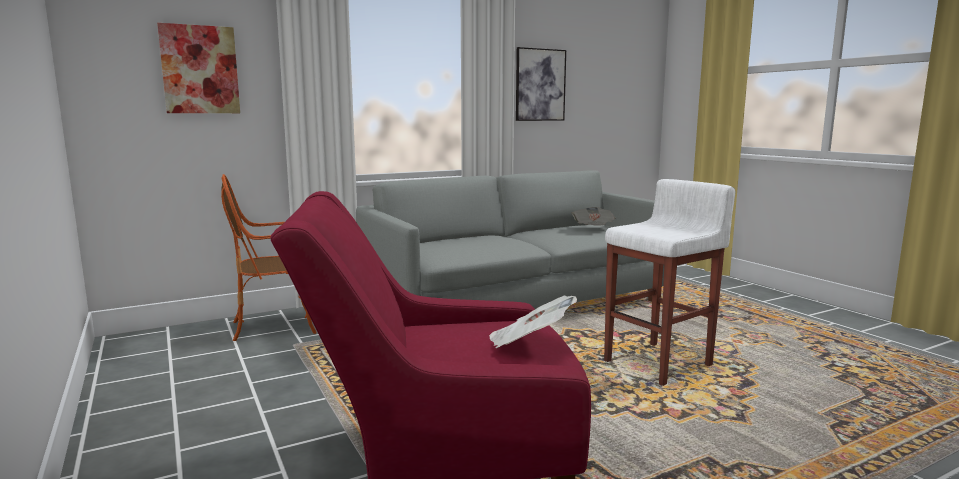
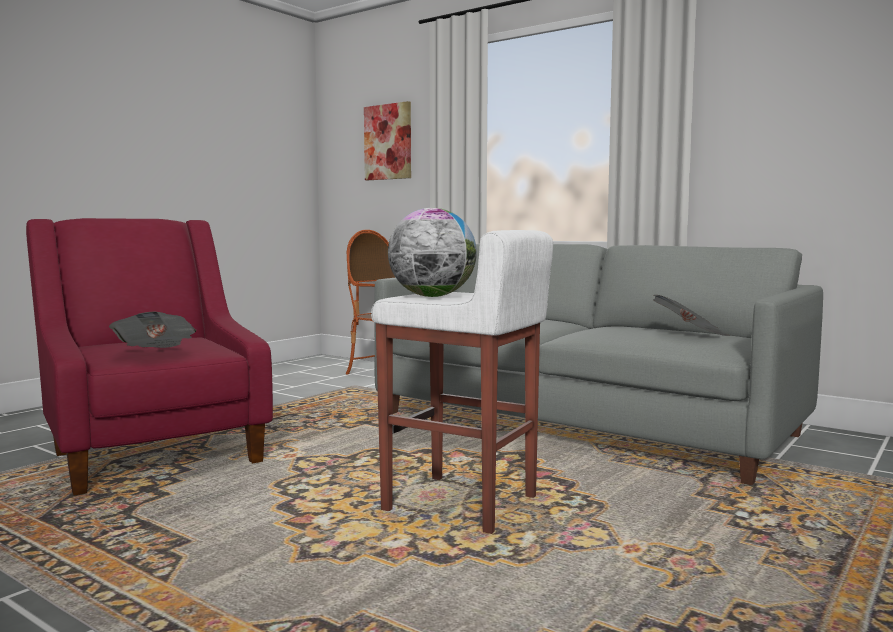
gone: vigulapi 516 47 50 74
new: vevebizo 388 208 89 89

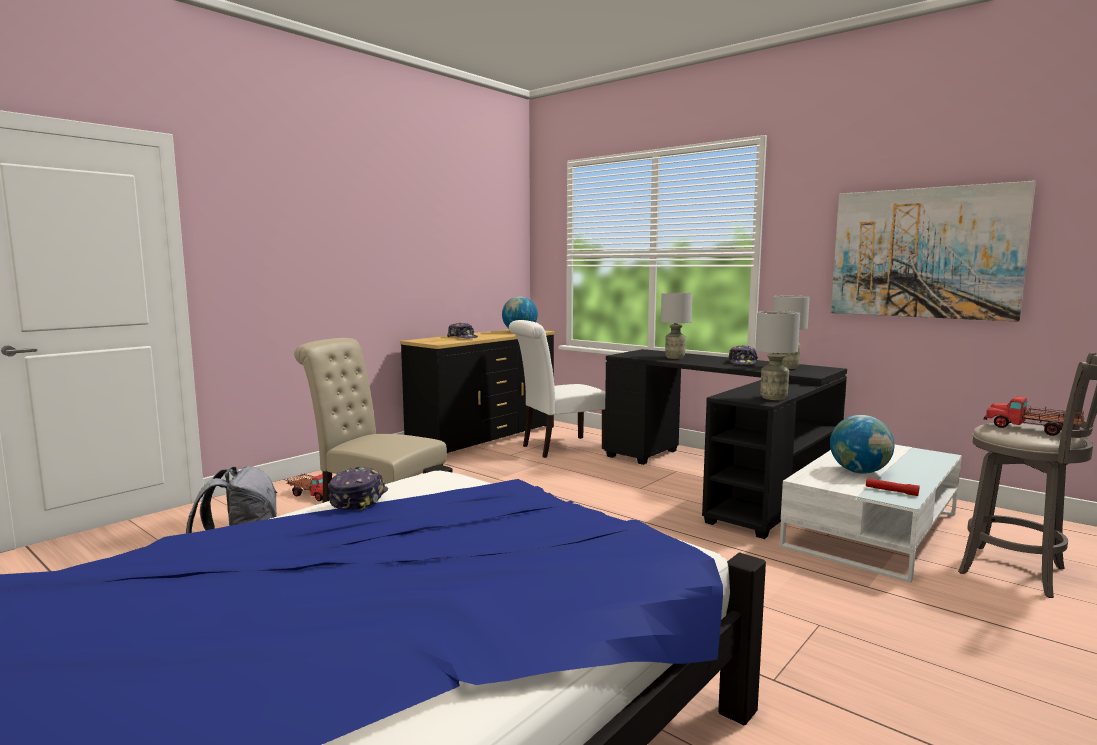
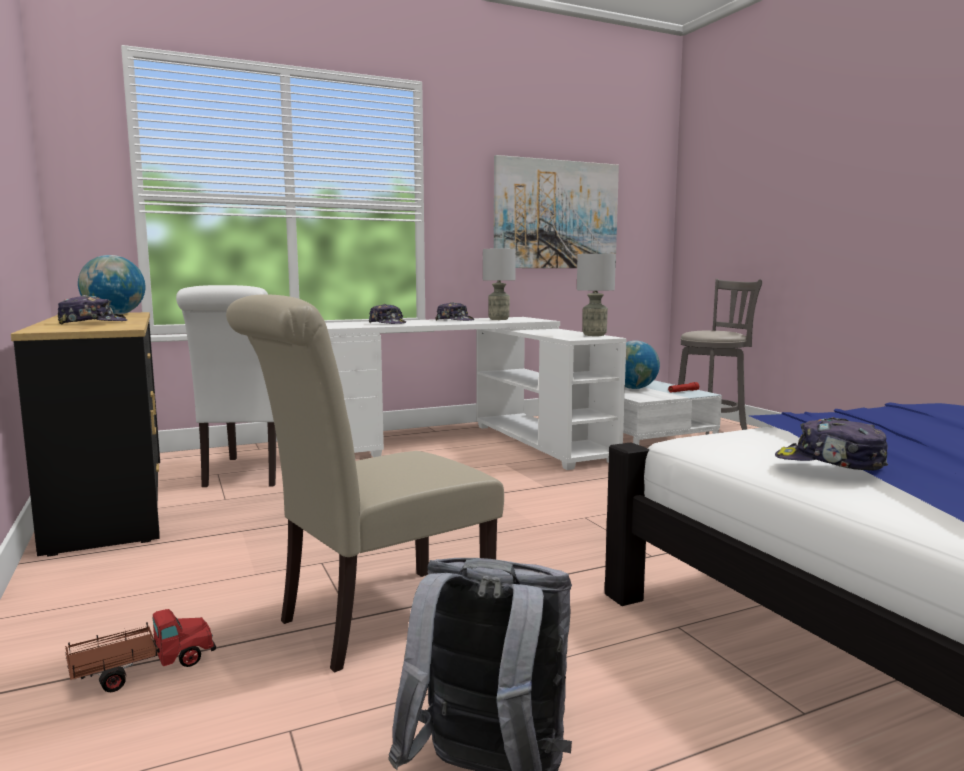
gone: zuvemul 984 396 101 40
swapped: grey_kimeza 661 293 31 66 to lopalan 369 304 37 20
repainted: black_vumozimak 605 349 242 190 to white_vumozimak 326 317 301 153

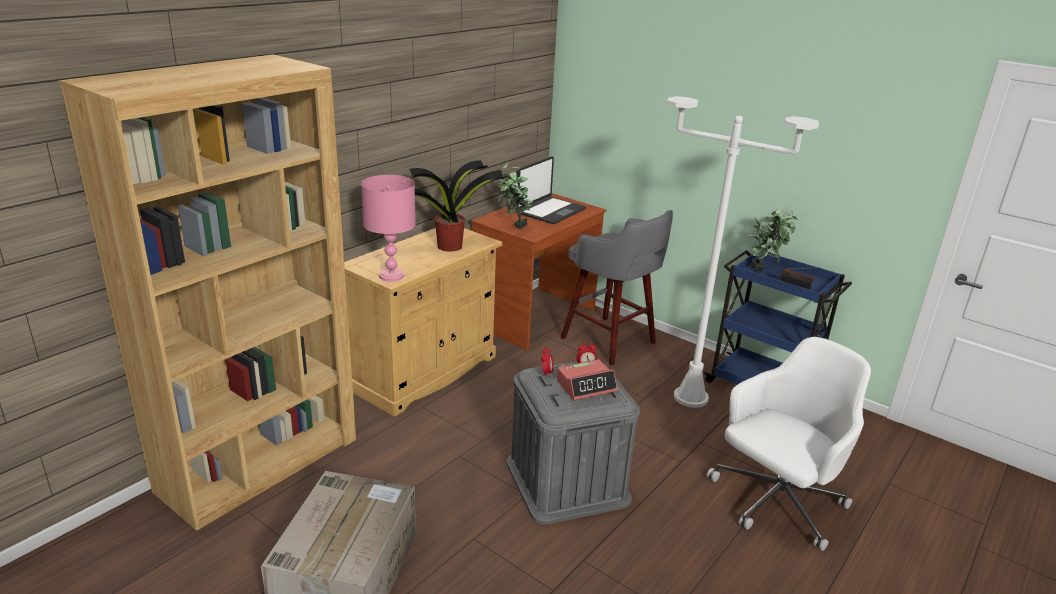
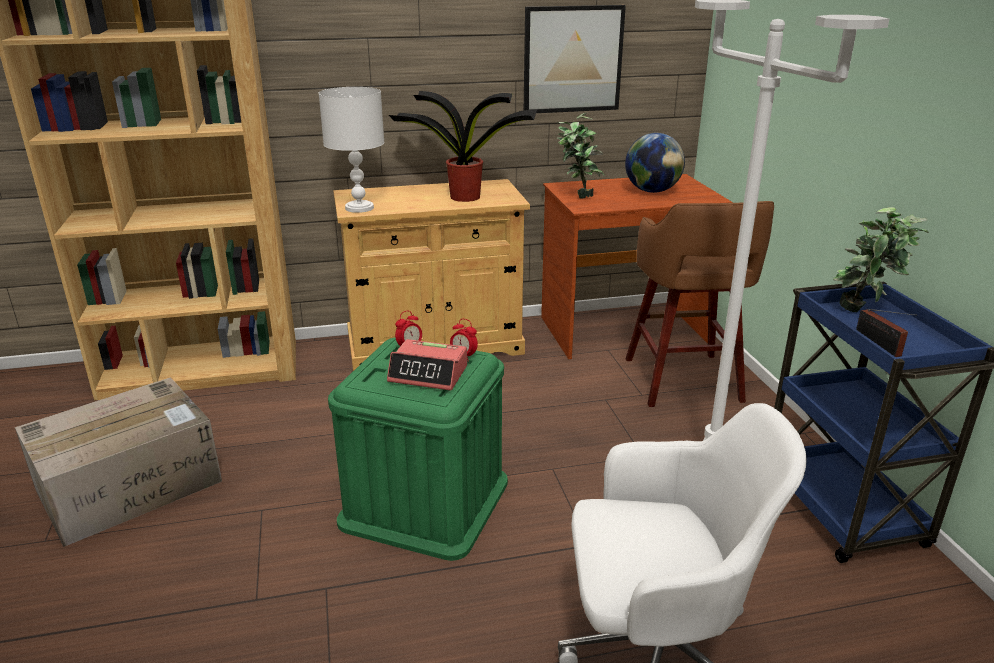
new: vigulapi 524 5 102 108
swapped: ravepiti 517 156 69 68 to vevebizo 625 133 60 60
repainted: pink_kimeza 361 175 55 107 to white_kimeza 319 87 66 126; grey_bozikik 507 362 133 163 to green_bozikik 328 338 180 223; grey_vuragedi 561 210 112 156 to brown_vuragedi 626 201 148 206

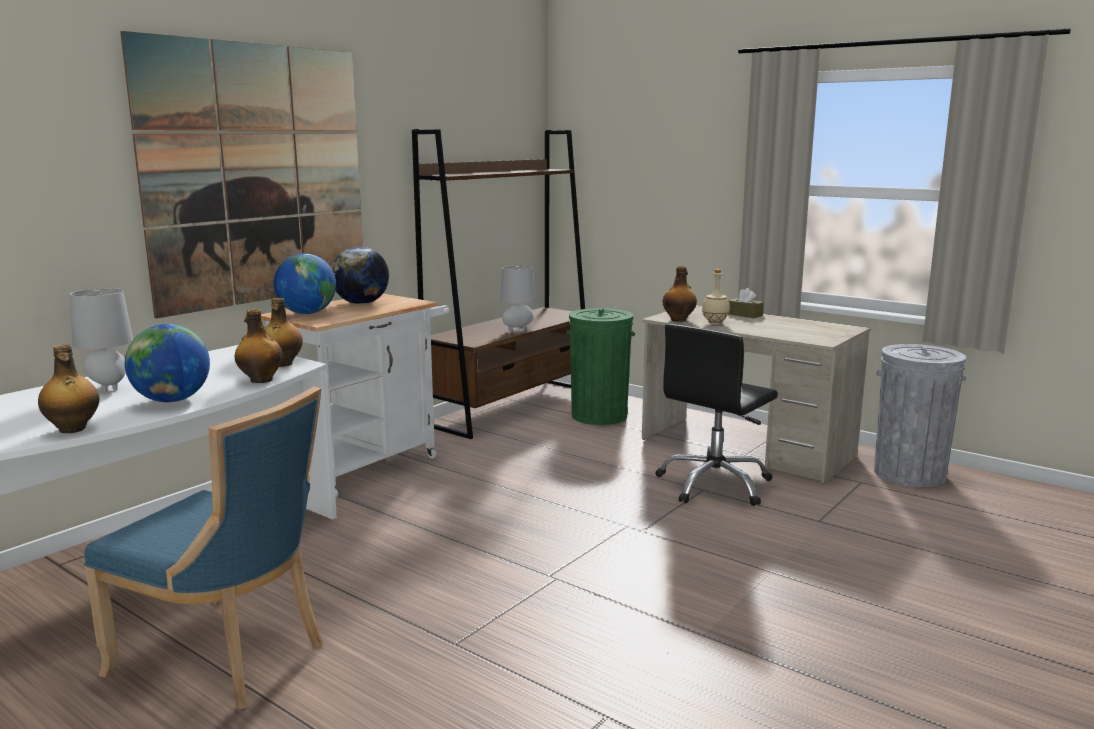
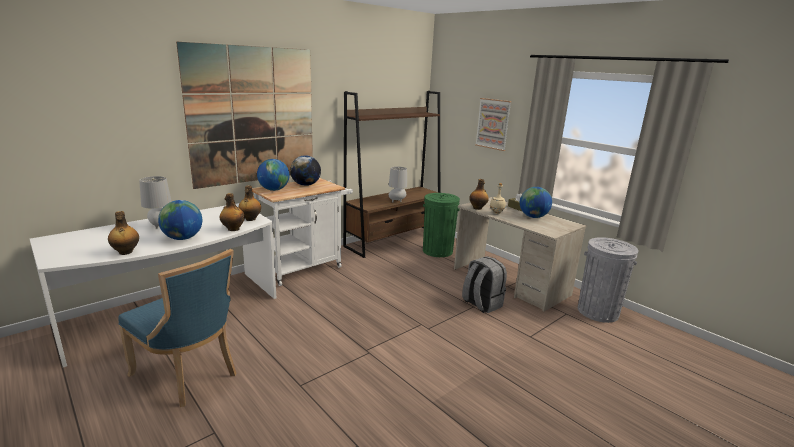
new: vigulapi 475 98 37 53; vevebizo 520 187 32 31
swapped: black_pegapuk 655 324 123 182 to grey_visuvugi 462 256 45 57

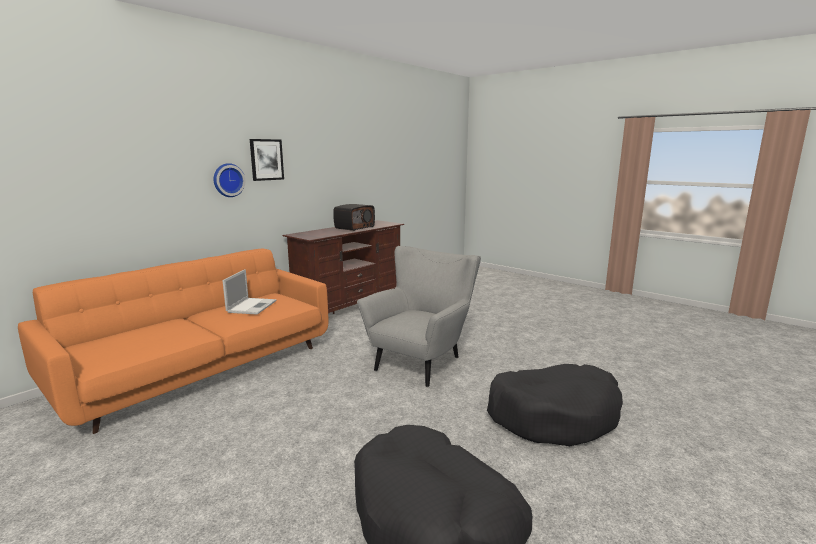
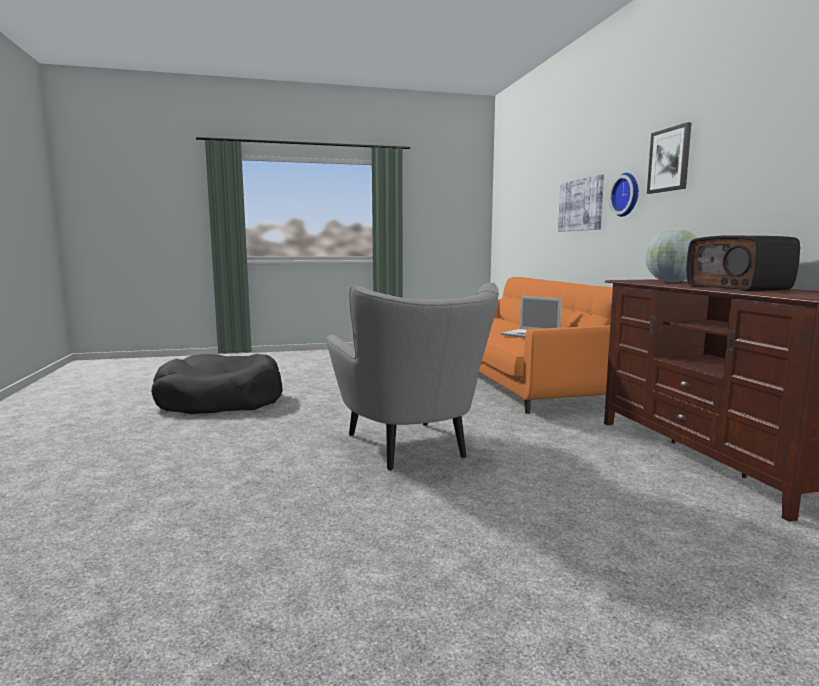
gone: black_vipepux 487 364 136 82
new: vigulapi 558 174 46 58; vevebizo 645 229 53 53

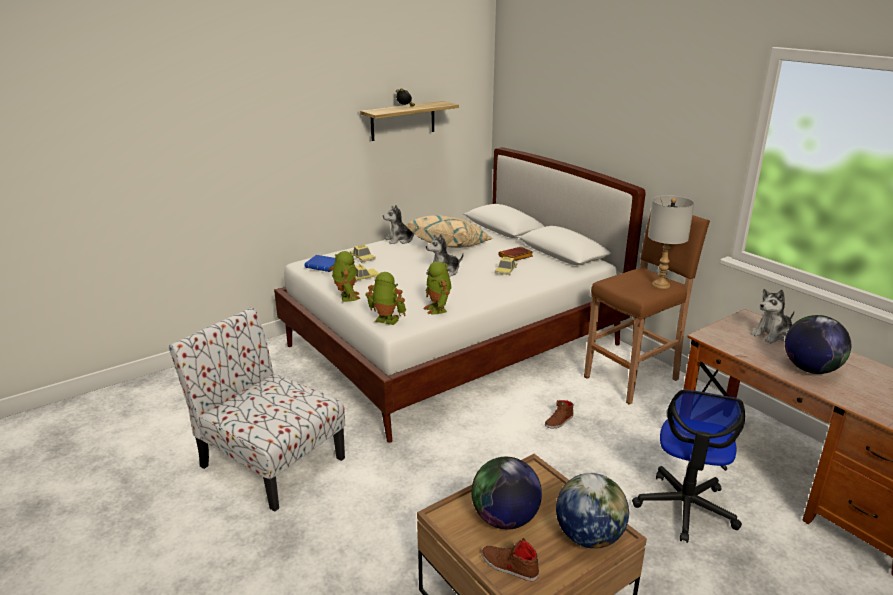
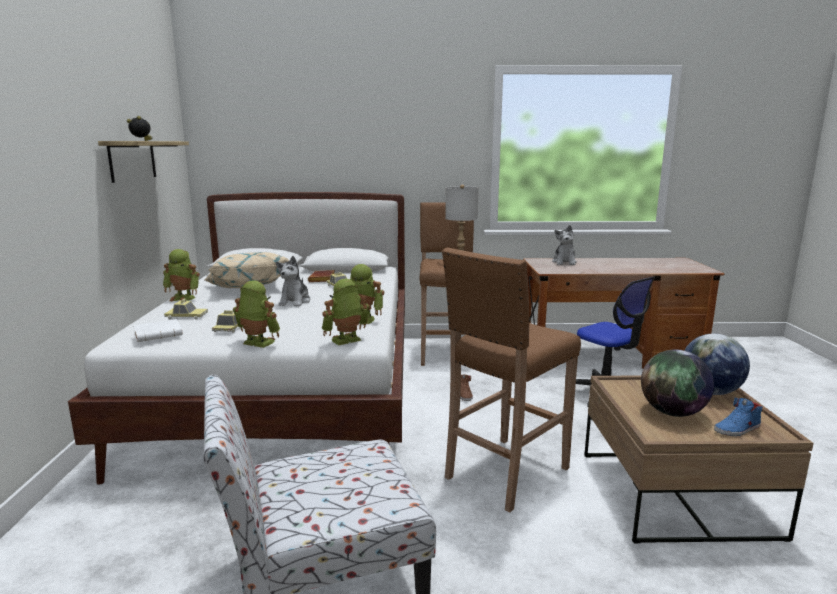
gone: vevebizo 785 315 66 59
new: brown_vuragedi 442 248 139 264
swapped: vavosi 383 205 31 39 to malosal 163 249 37 53
repainted: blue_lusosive 305 255 30 17 to white_lusosive 133 319 50 23; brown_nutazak 482 538 57 43 to blue_nutazak 714 397 48 39

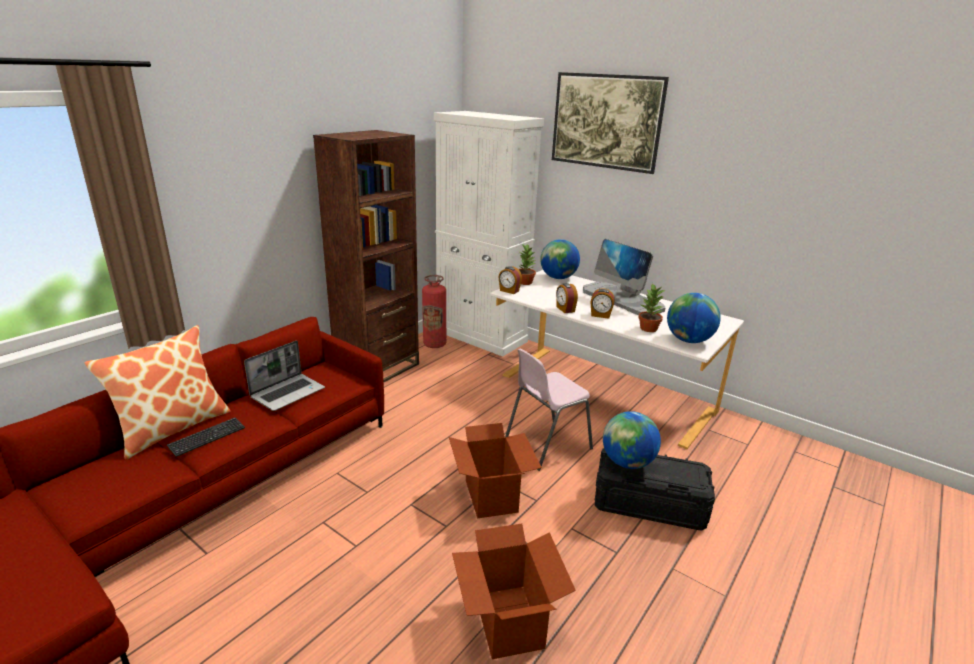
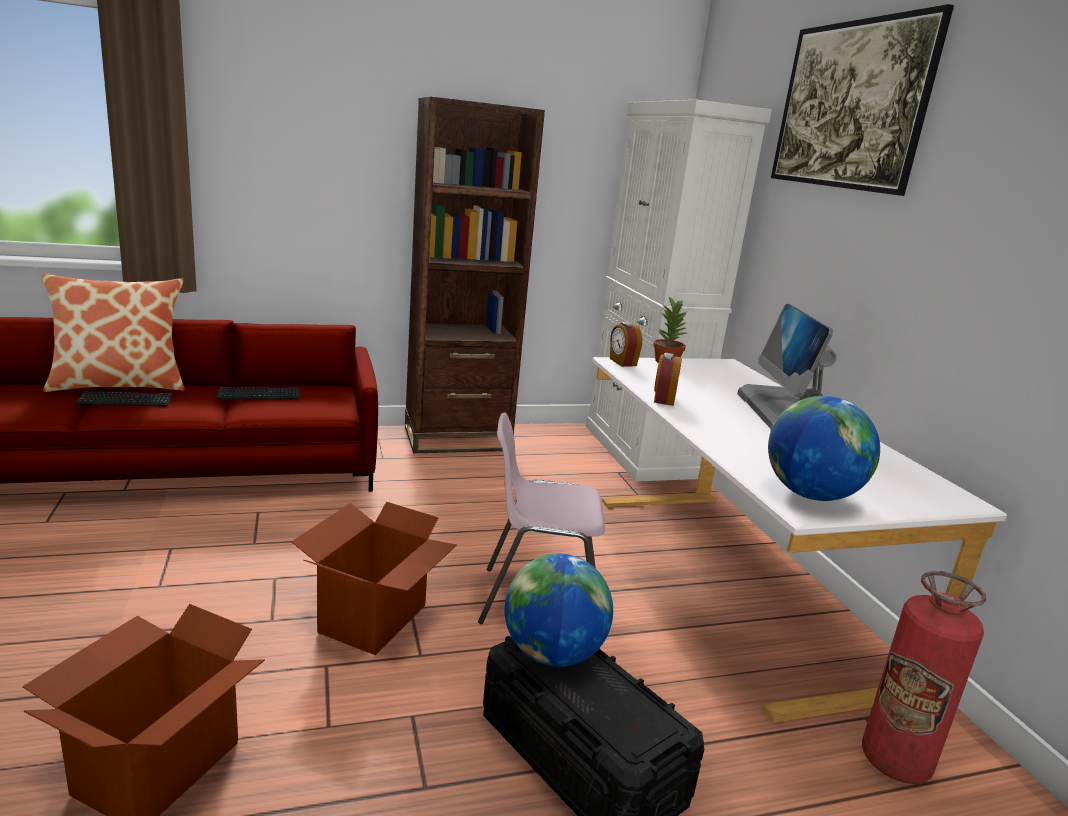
gone: vevebizo 540 239 40 40; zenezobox 590 288 25 31; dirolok 639 283 26 49
shifted: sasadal 422 275 24 73 to 862 571 124 213
swapped: ravepiti 244 341 81 70 to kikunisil 216 387 84 13

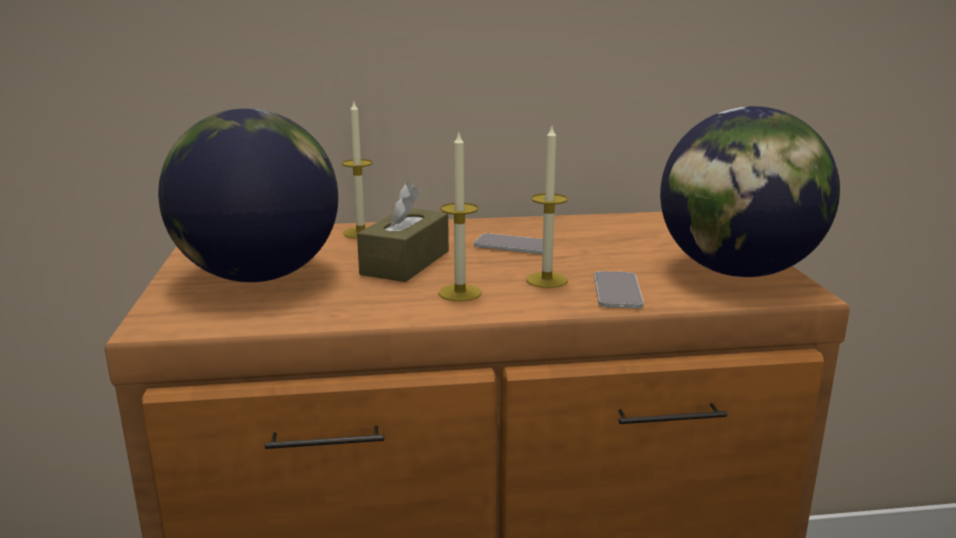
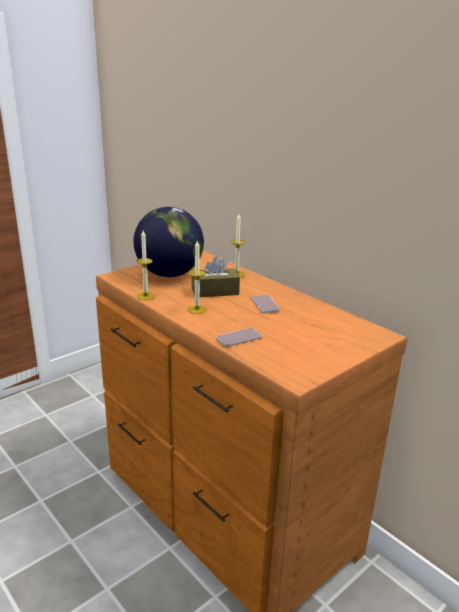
gone: vevebizo 660 106 180 171
shifted: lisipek 526 126 42 162 to 136 230 19 70

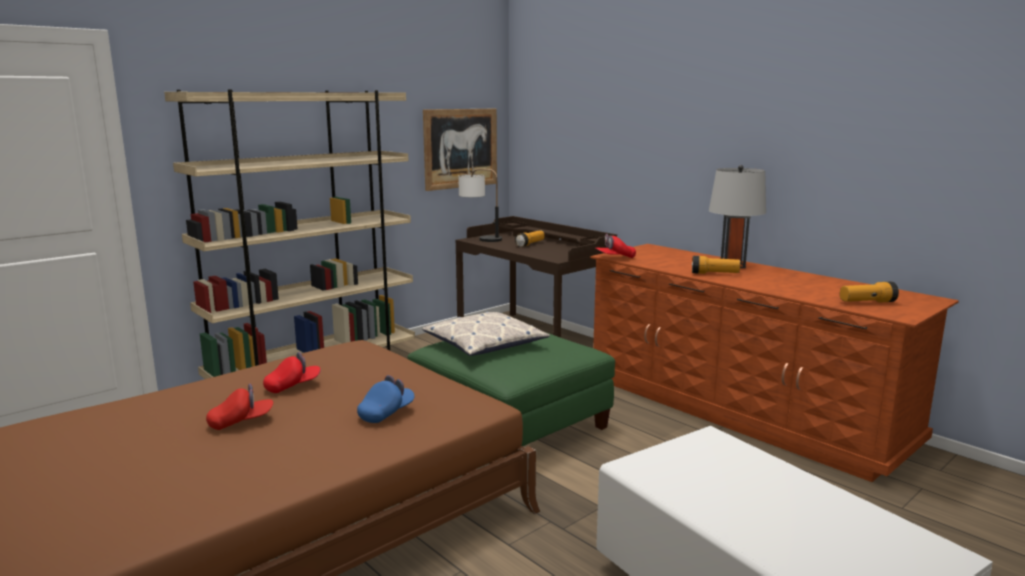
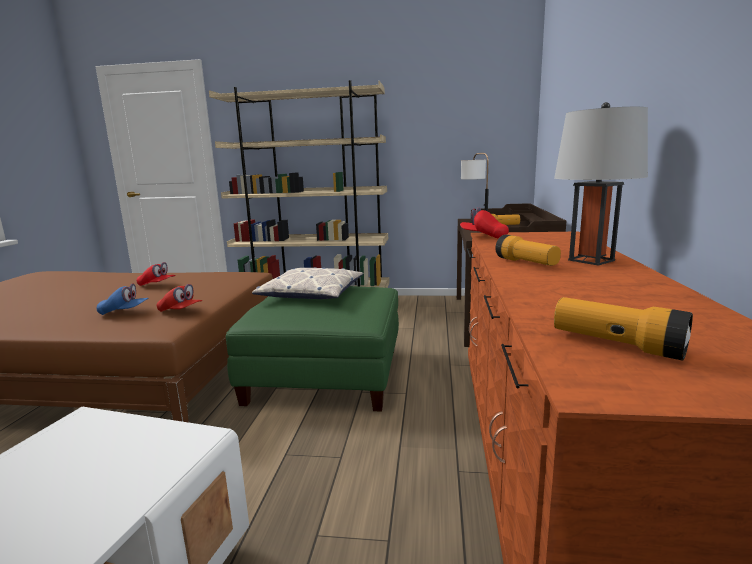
gone: vigulapi 423 109 74 82
shifted: red_lopalan 206 383 67 47 to 157 284 45 28

